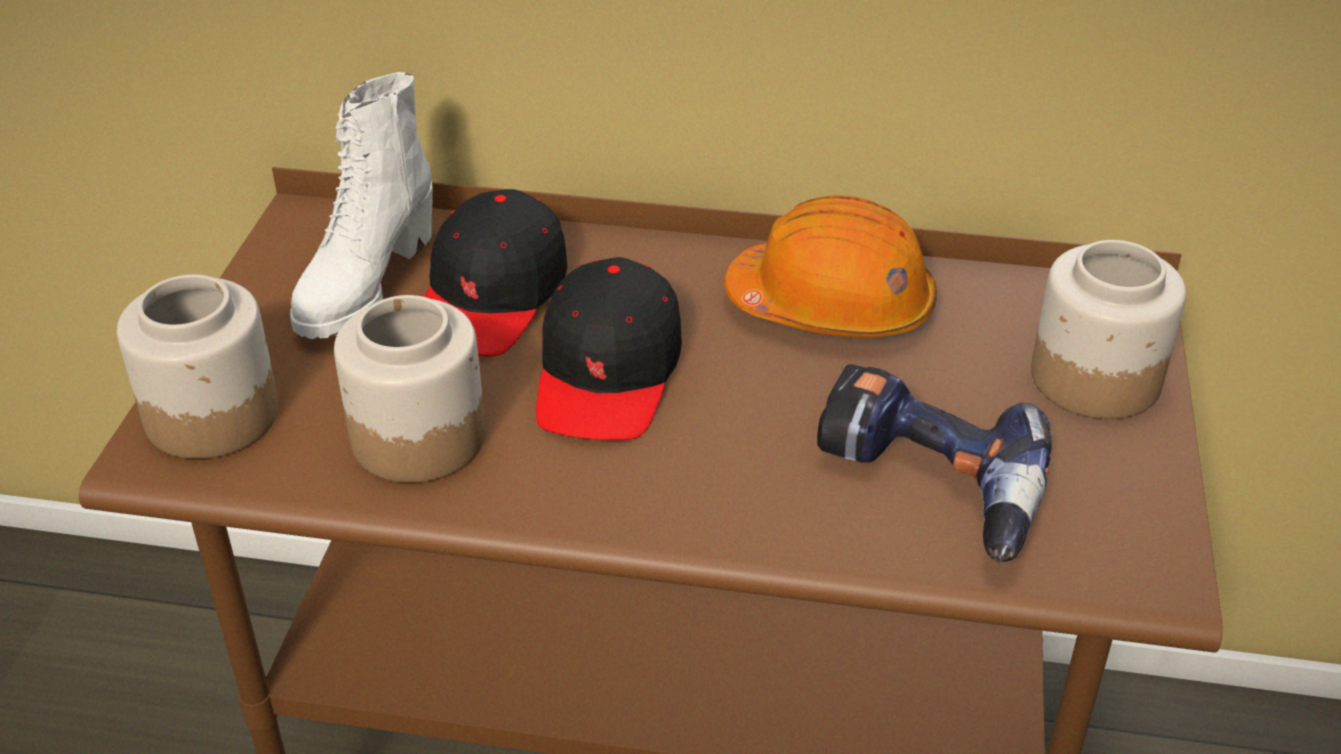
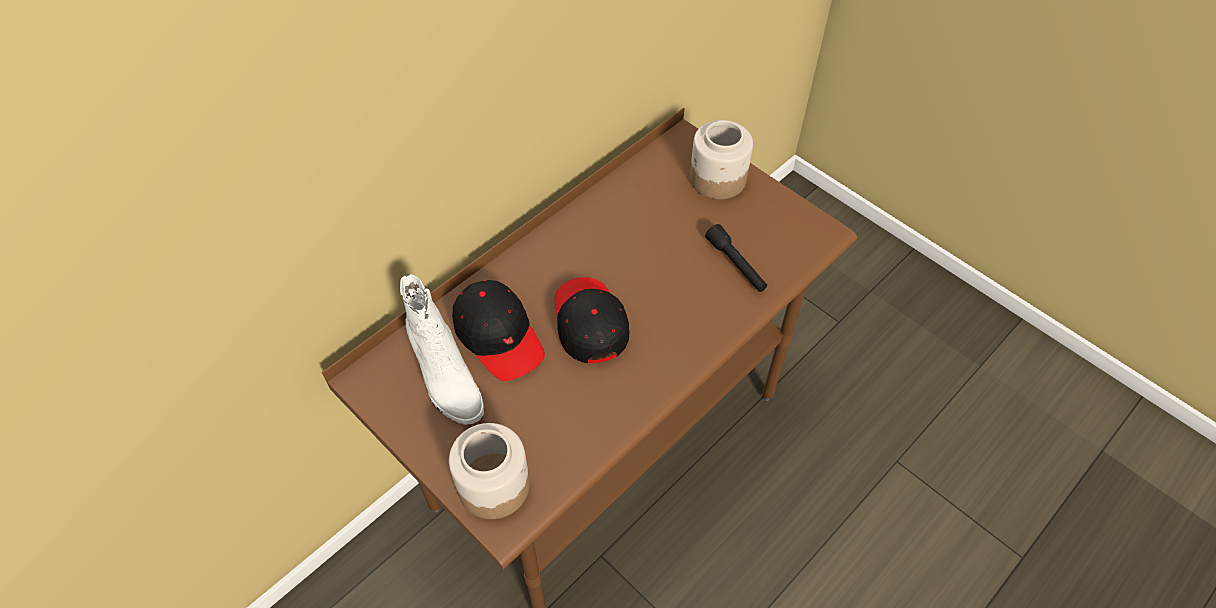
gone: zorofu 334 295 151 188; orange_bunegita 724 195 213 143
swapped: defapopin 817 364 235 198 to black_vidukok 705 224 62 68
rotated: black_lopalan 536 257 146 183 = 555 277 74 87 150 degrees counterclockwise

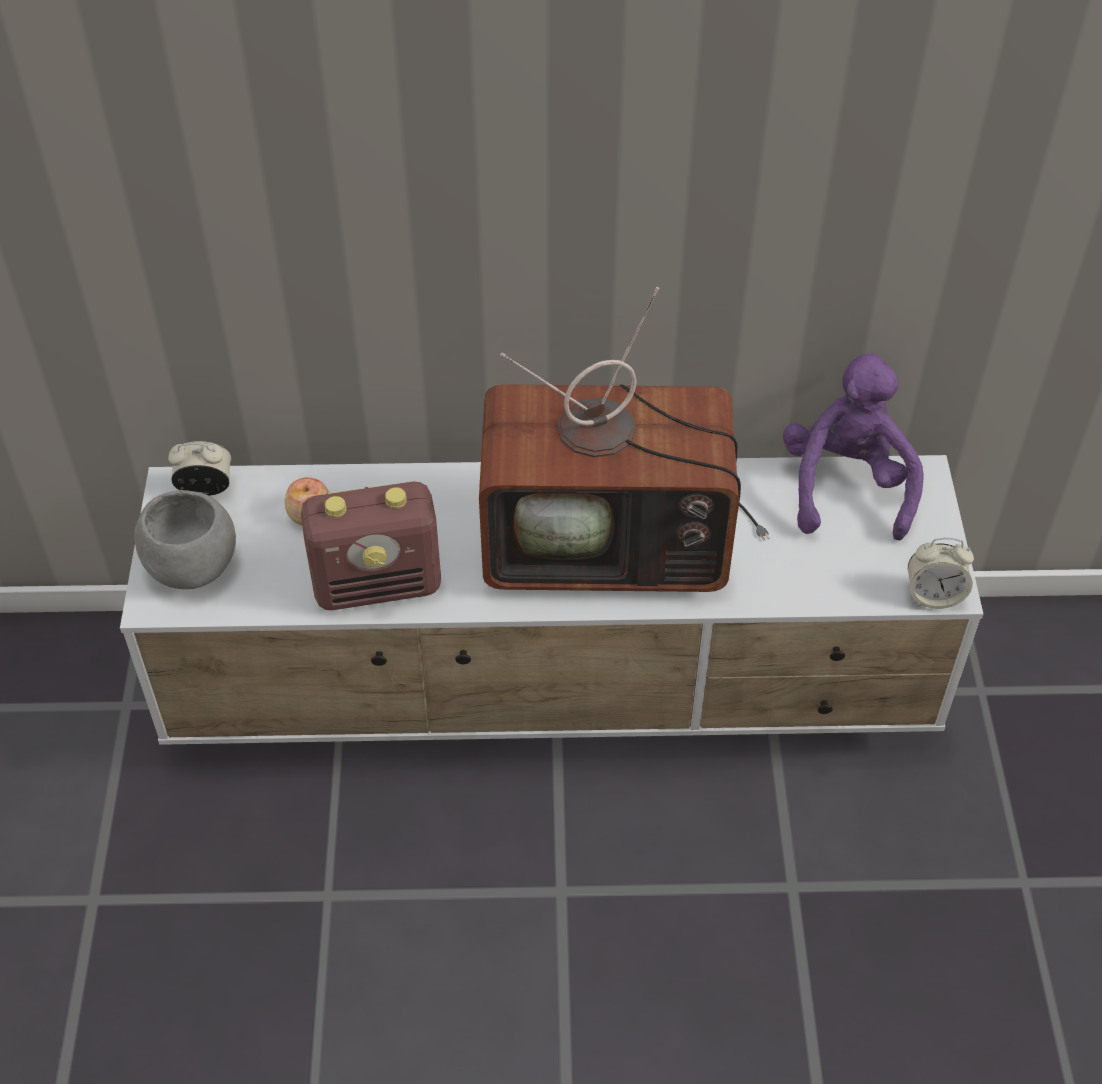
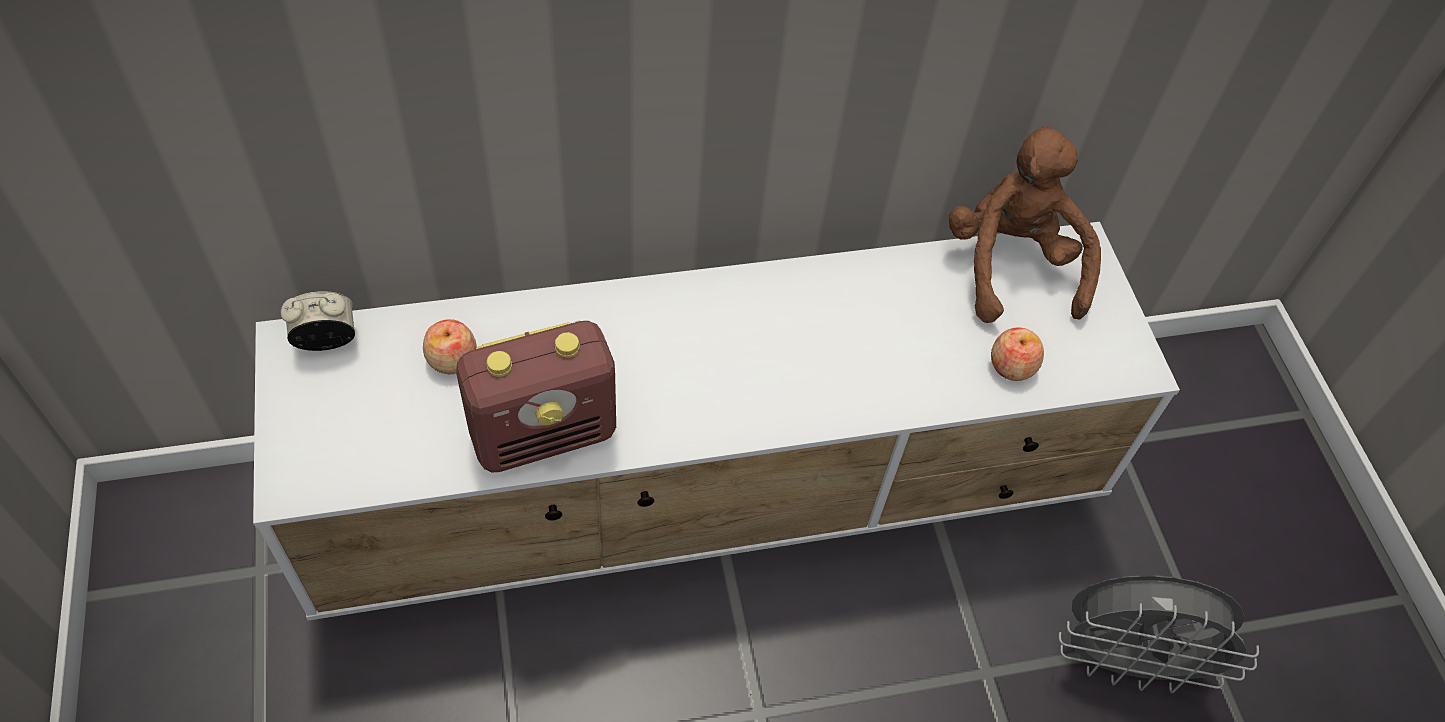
gone: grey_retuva 134 490 102 99; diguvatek 479 287 291 305; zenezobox 908 538 66 71
new: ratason 991 327 53 54; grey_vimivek 1059 575 200 118
repainted: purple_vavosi 783 353 141 188 to brown_vavosi 949 125 152 198

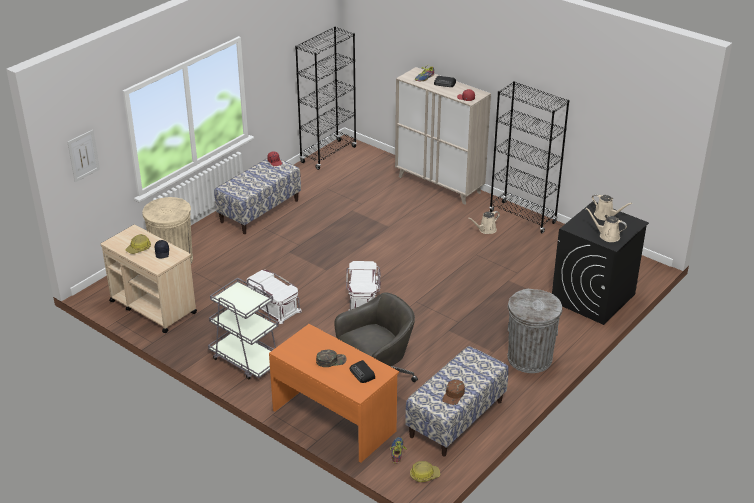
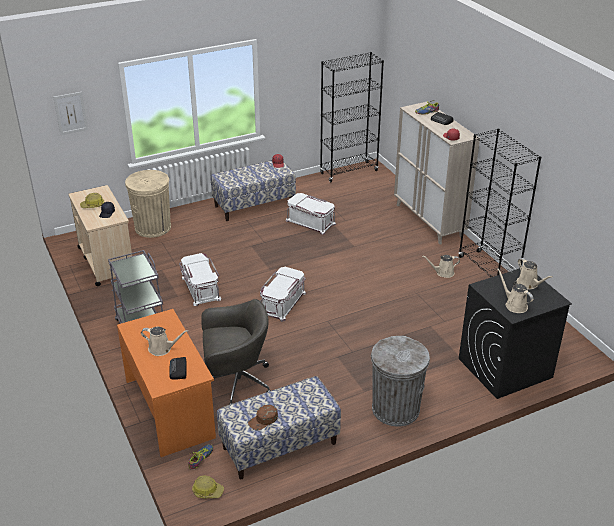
new: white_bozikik 286 193 50 42
swapped: green_lopalan 316 350 31 17 to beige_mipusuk 141 327 48 29

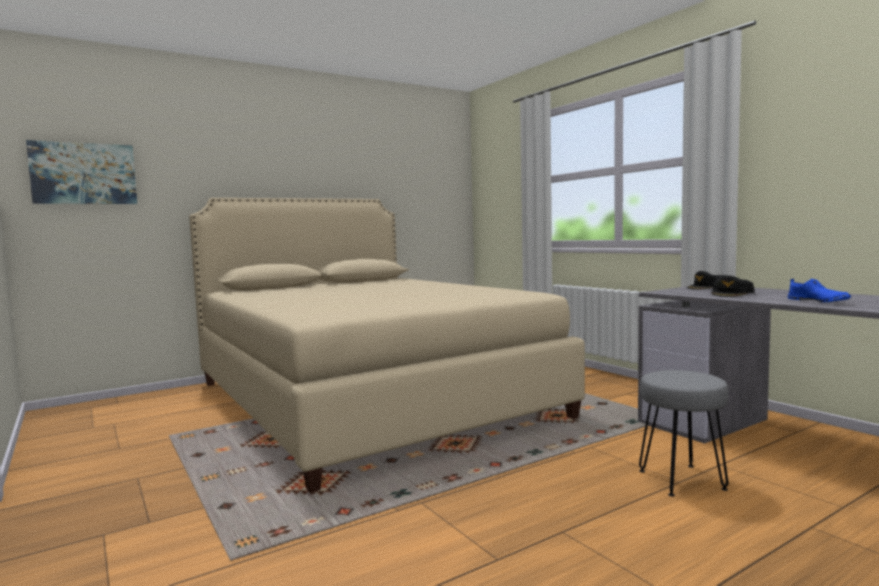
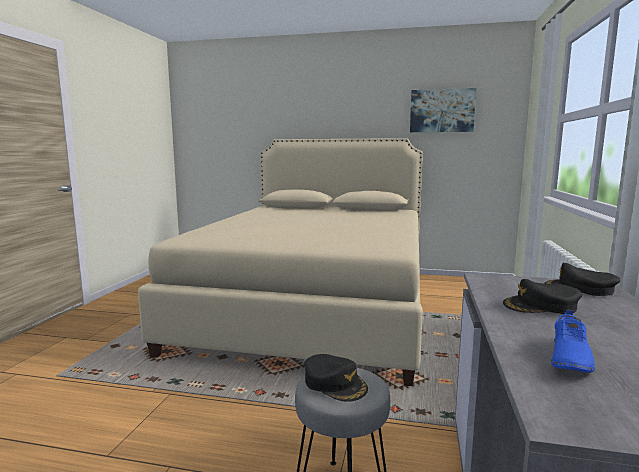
new: black_lopalan 304 354 64 48
shifted: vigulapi 26 140 111 64 to 410 88 66 44

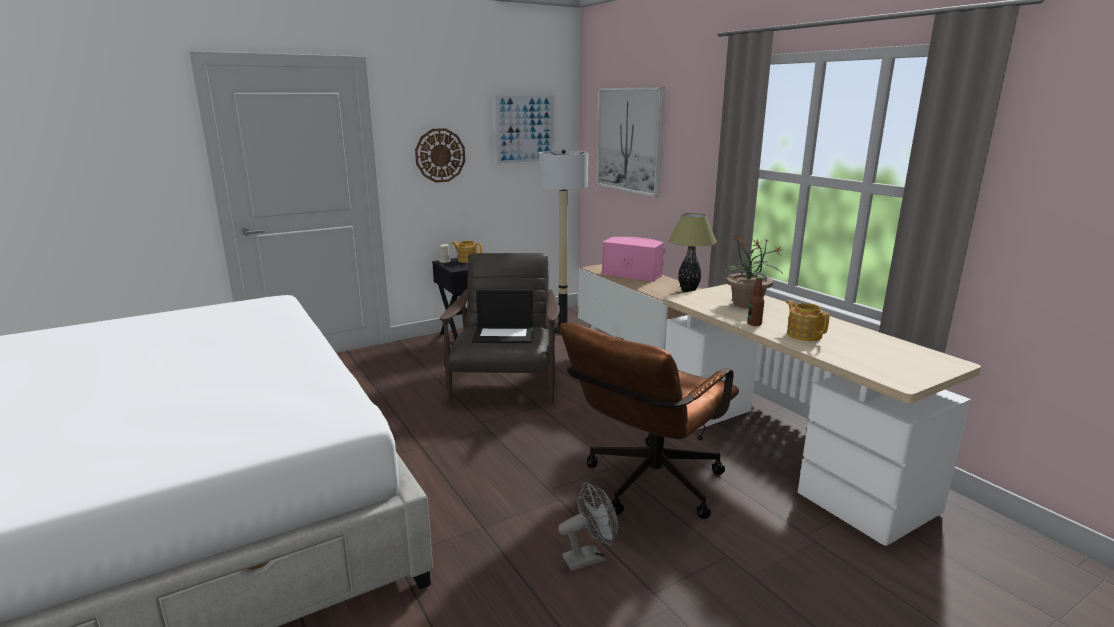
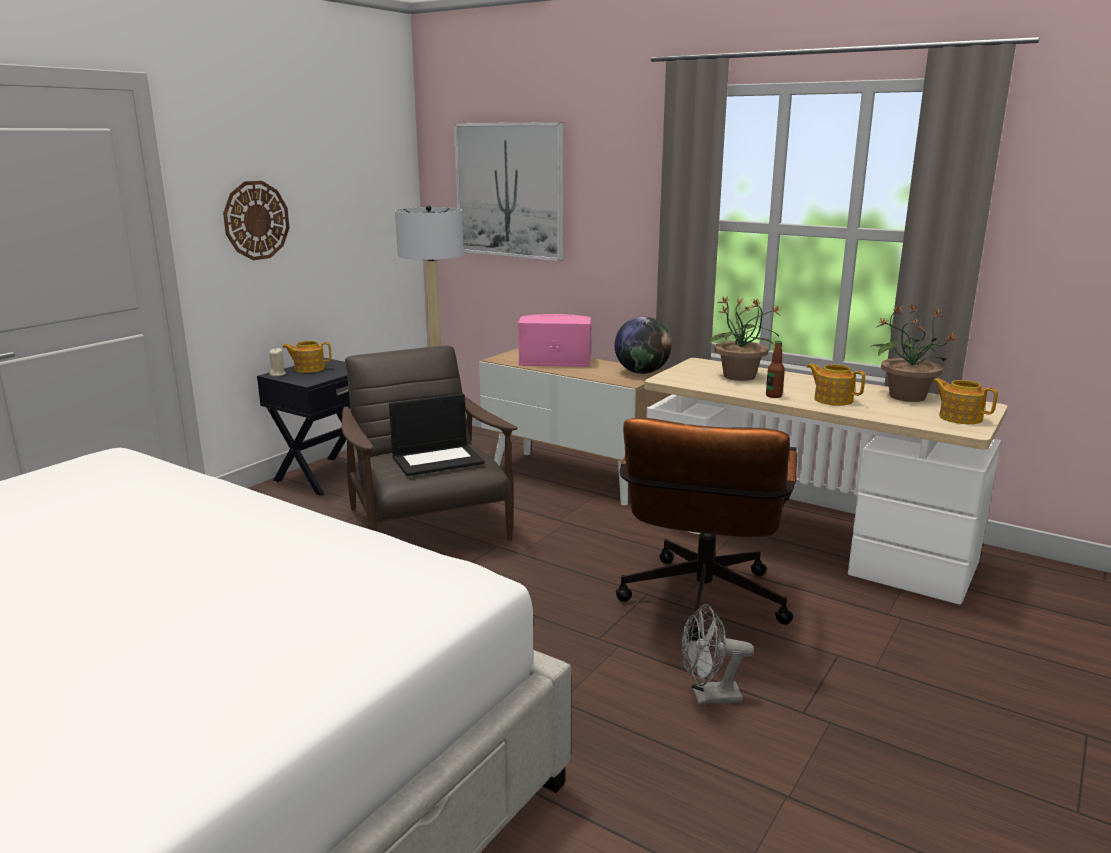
gone: vigulapi 493 93 62 73
new: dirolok 870 304 88 98; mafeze 932 378 66 46
swapped: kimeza 668 213 49 79 to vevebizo 615 317 57 57
rotated: grey_vimivek 558 482 61 89 = 681 604 73 101 135 degrees counterclockwise

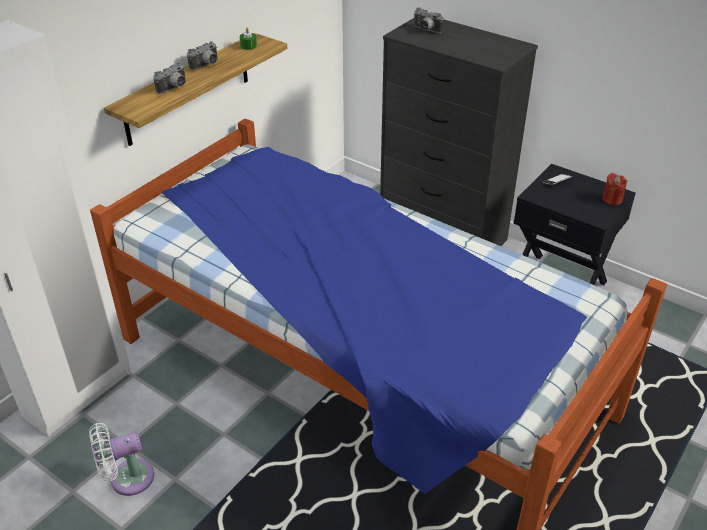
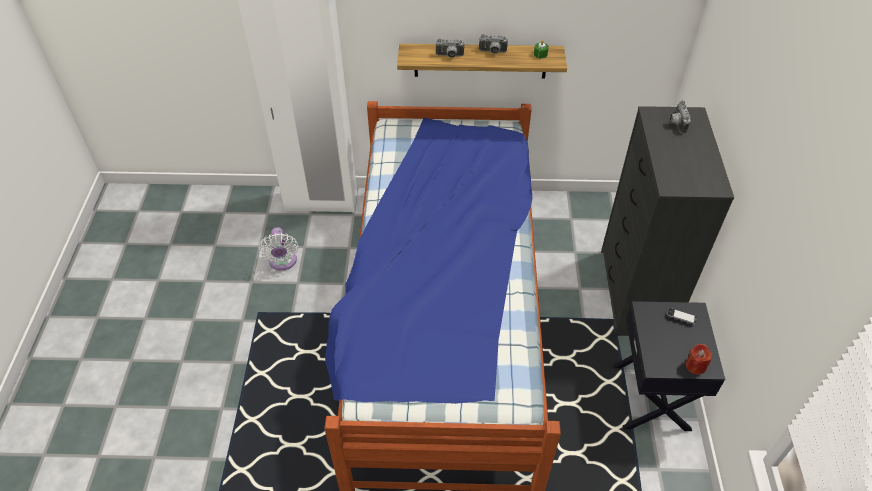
rotated: white_vimivek 89 423 65 73 = 258 227 41 44 135 degrees counterclockwise

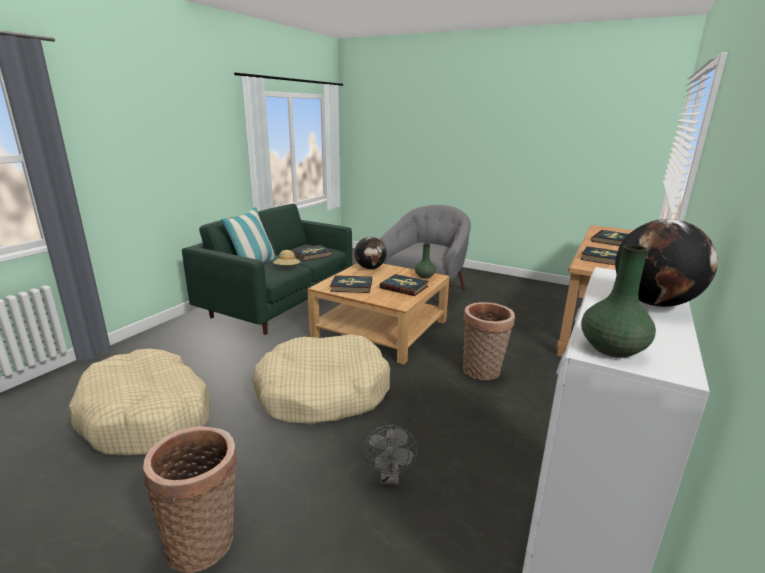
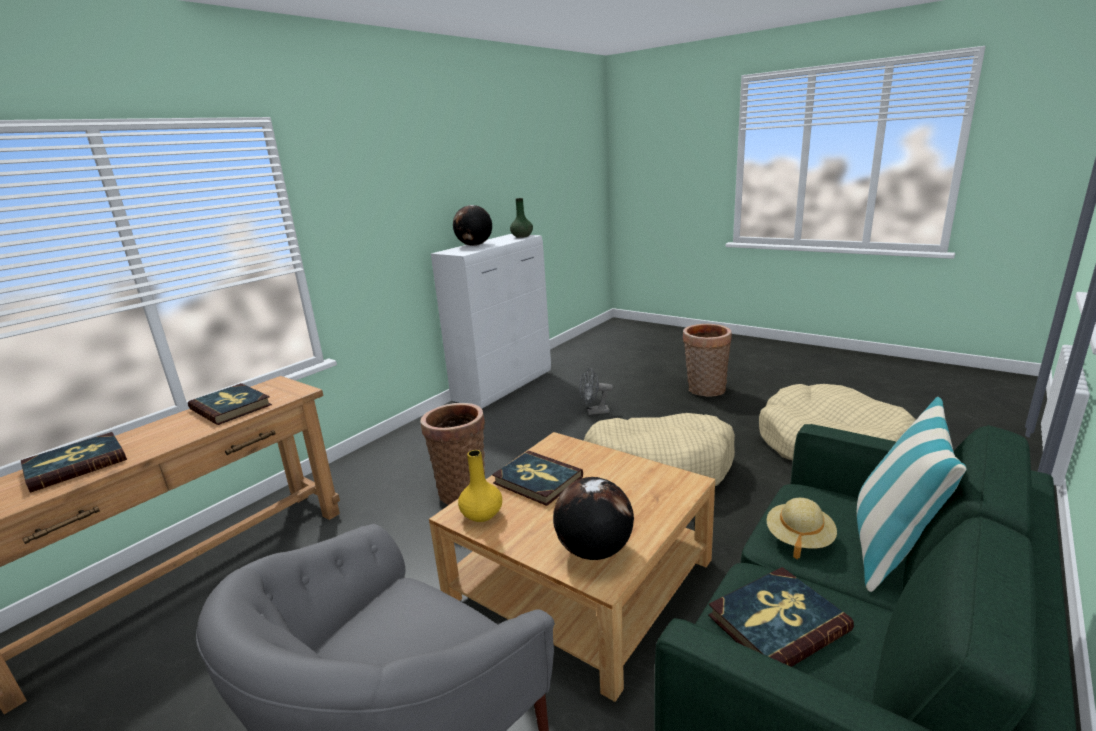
gone: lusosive 330 275 42 18
repainted: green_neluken 415 243 21 36 to yellow_neluken 458 450 44 72
rotated: grey_vimivek 364 425 54 60 = 579 368 34 47 105 degrees counterclockwise

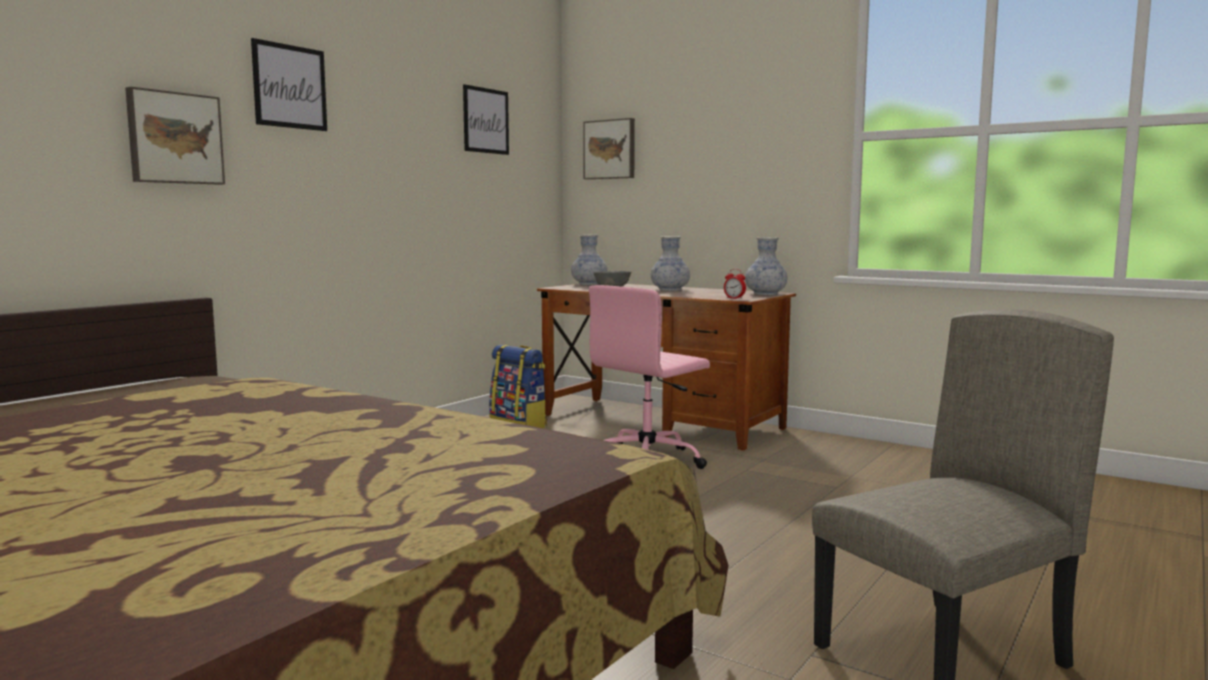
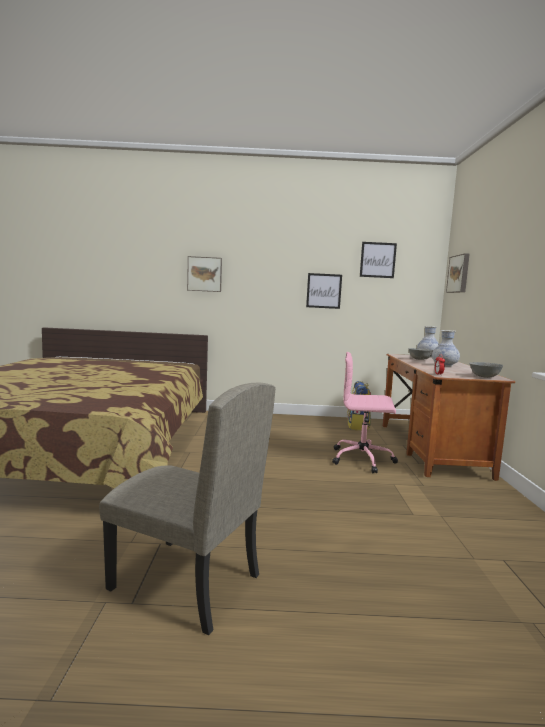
shifted: vigulapi 251 38 76 93 to 306 273 36 36
swapped: neluken 745 237 43 58 to grey_retuva 469 362 35 16

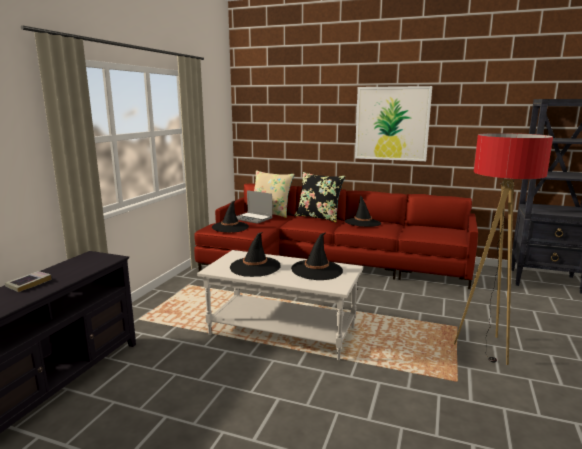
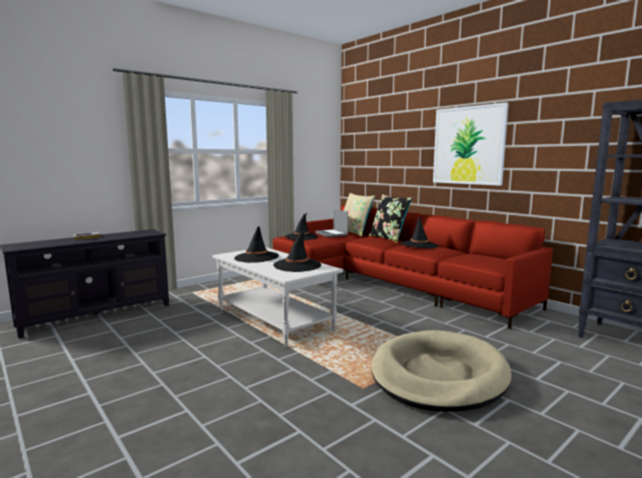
swapped: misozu 454 133 99 232 to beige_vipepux 371 330 141 82

